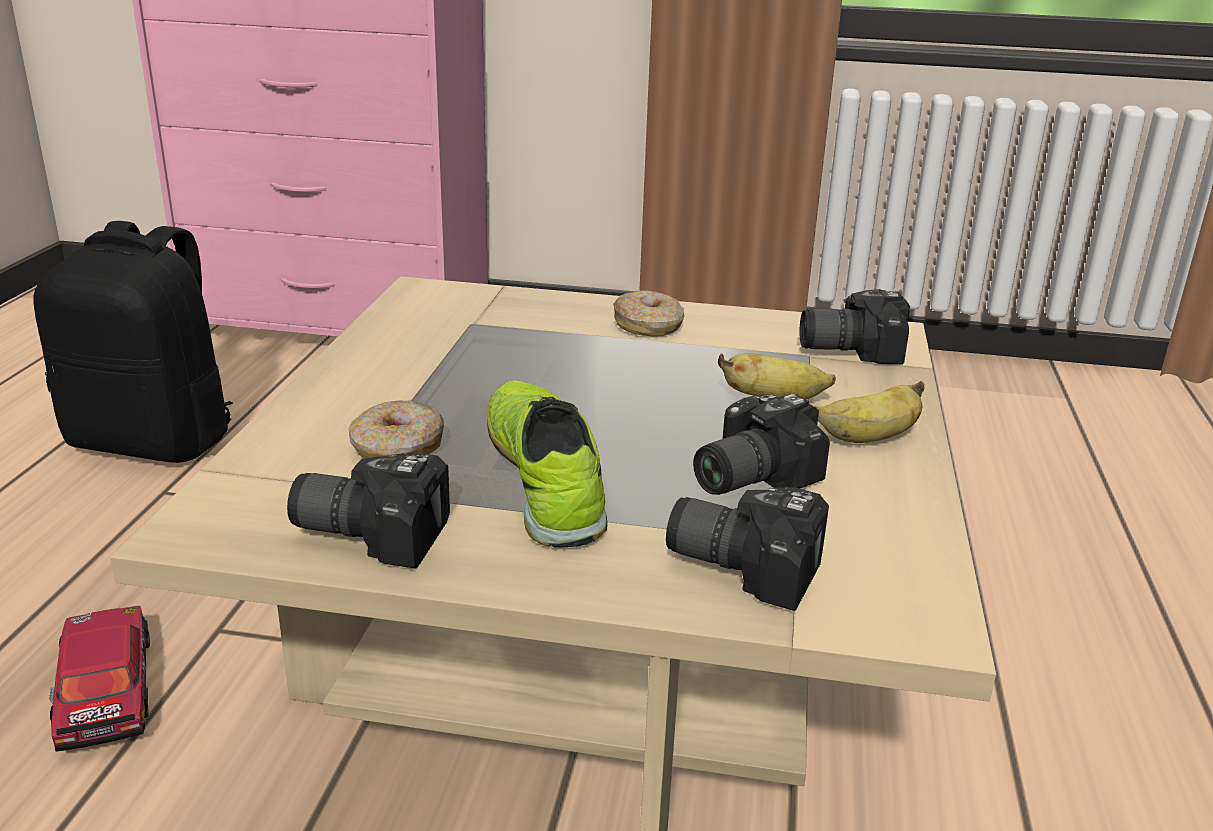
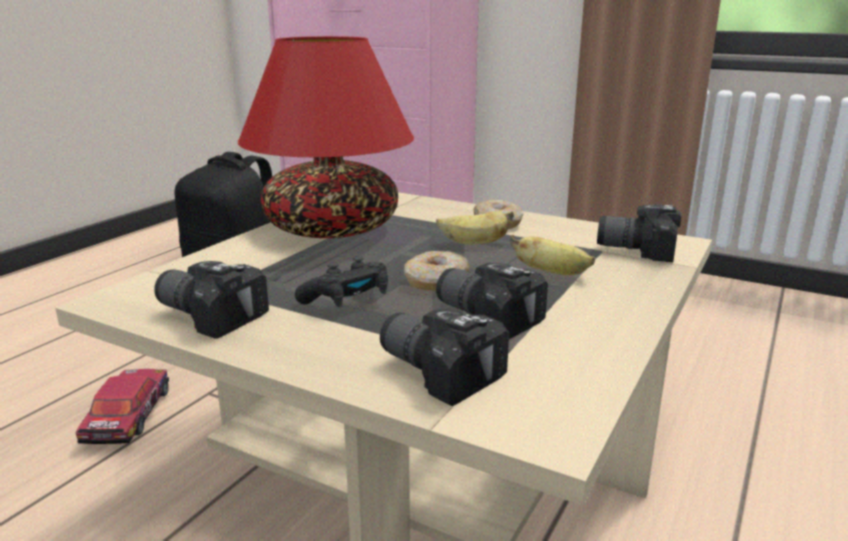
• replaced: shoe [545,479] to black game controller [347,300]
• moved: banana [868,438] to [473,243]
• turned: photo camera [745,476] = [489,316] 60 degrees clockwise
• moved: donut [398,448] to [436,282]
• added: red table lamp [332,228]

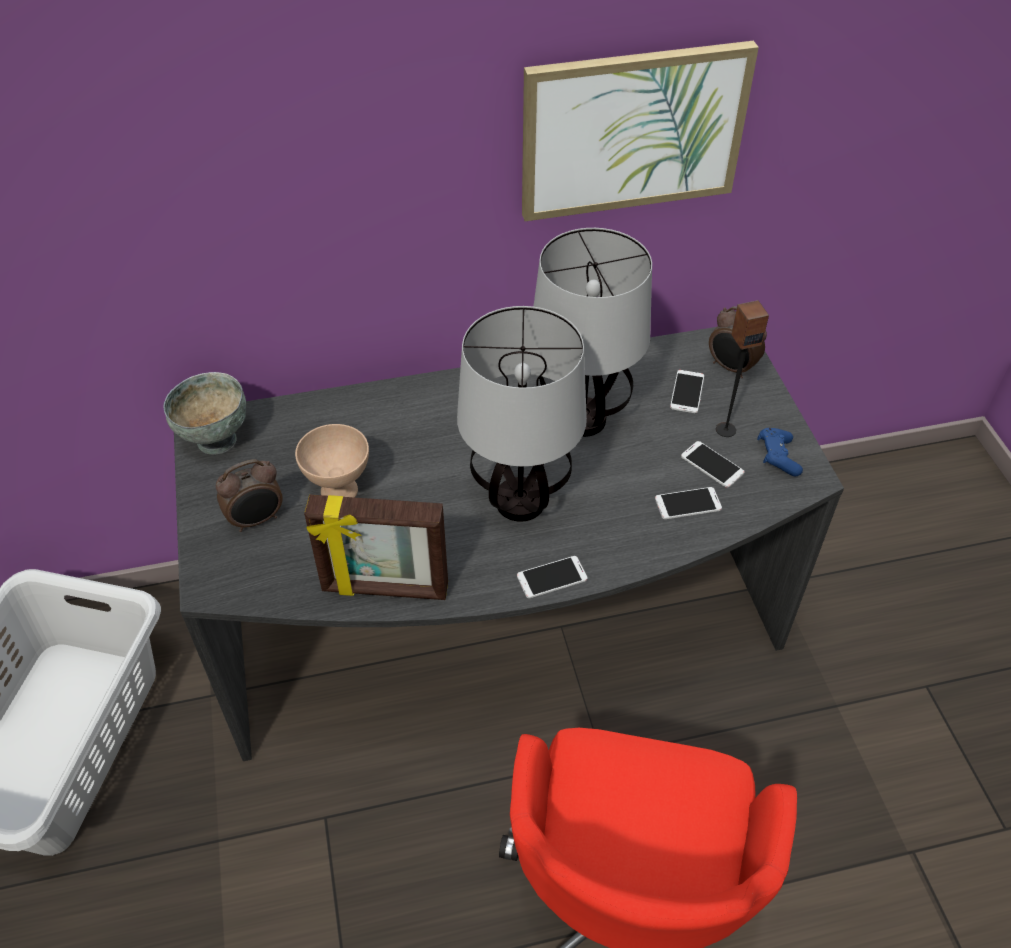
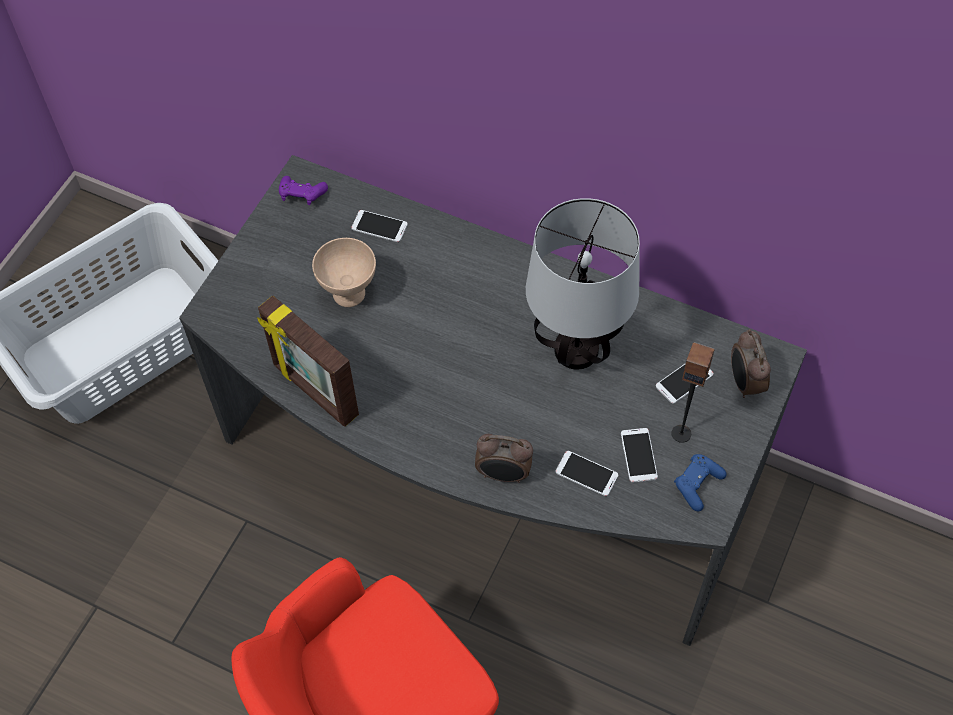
• removed: picture [632,130]
• removed: table lamp [520,503]
• replaced: grey bowl [215,439] to purple game controller [302,196]
• moved: alarm clock [257,520] to [503,474]
• moved: phone [552,577] to [379,226]

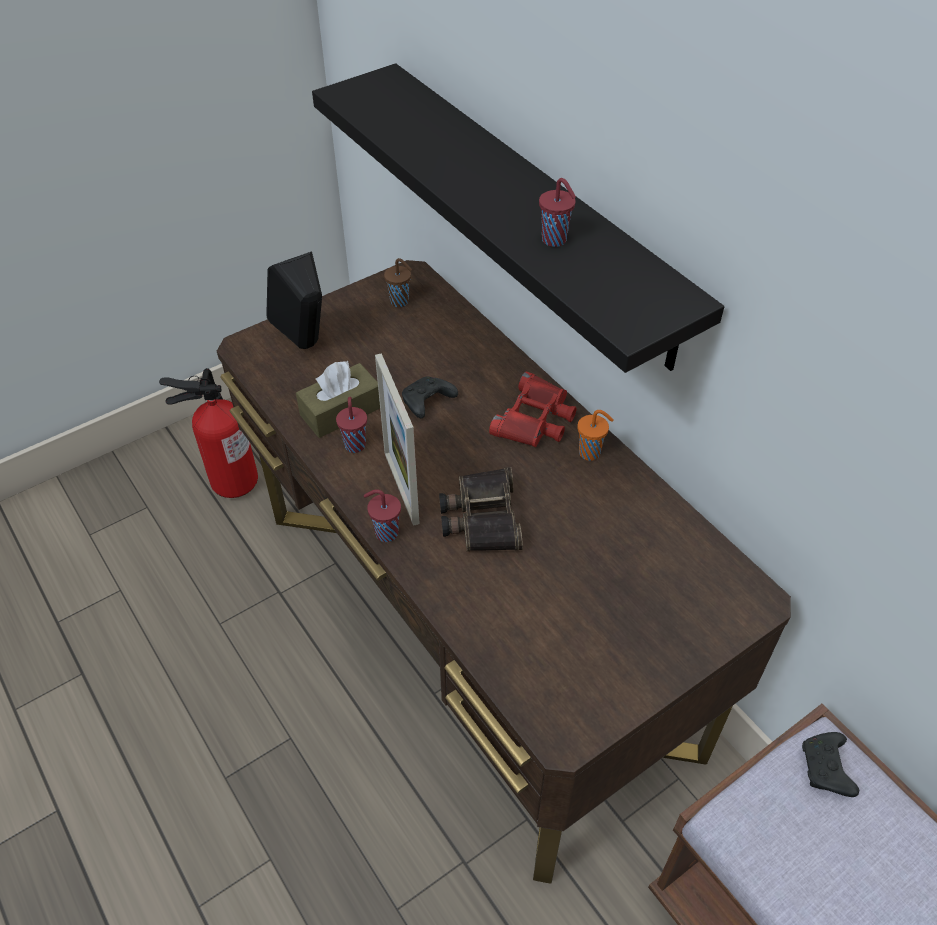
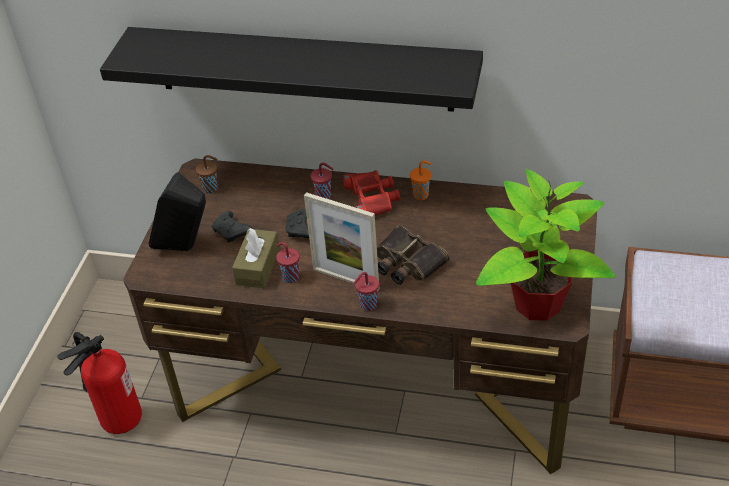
• moved: red cup [555,240] to [324,196]
• moved: black game controller [826,769] to [232,232]
• added: potted plant [536,303]

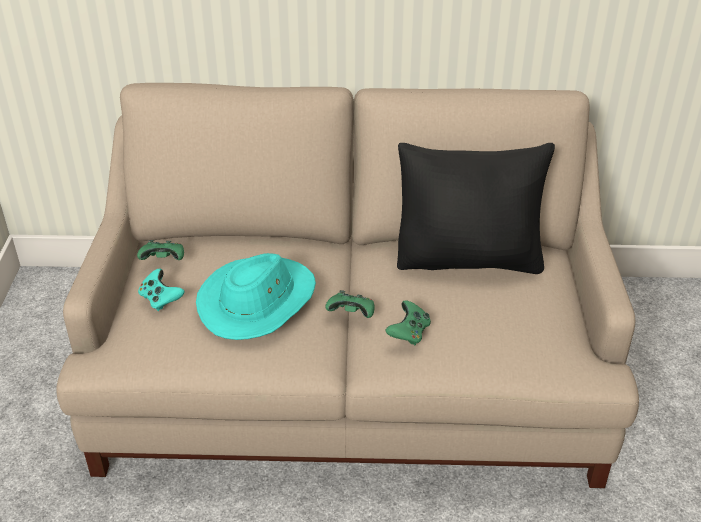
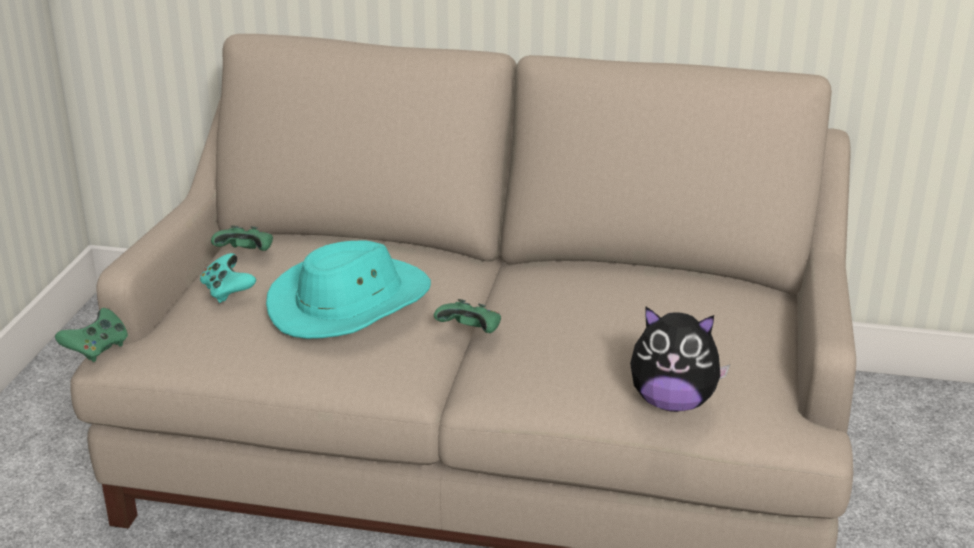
• removed: black pillow [469,259]
• moved: green game controller [409,333] to [97,349]
• added: plush toy [673,402]

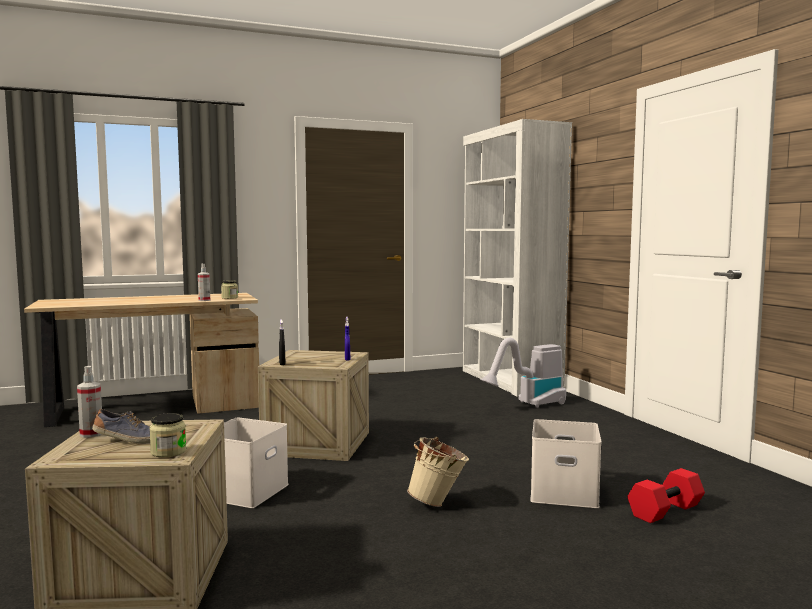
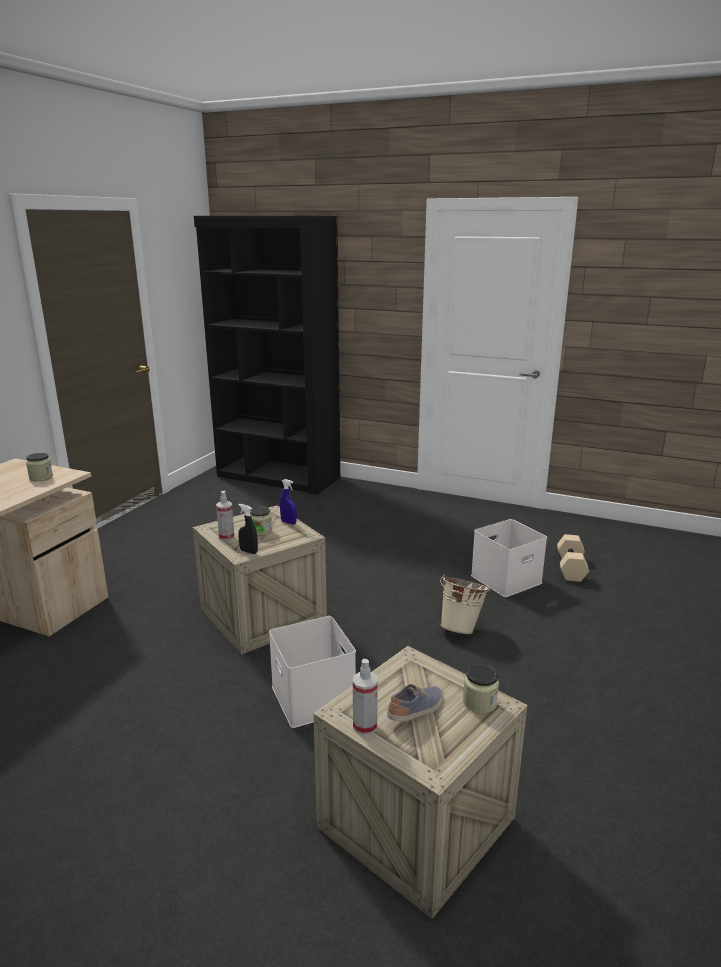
• recoloured: white bookcase [509,380] to black bookcase [278,477]
• moved: spray bottle [204,300] to [226,537]
• removed: vacuum cleaner [528,405]
• recoloured: red dumbbell [666,511] to beige dumbbell [571,568]
• added: jar [261,531]

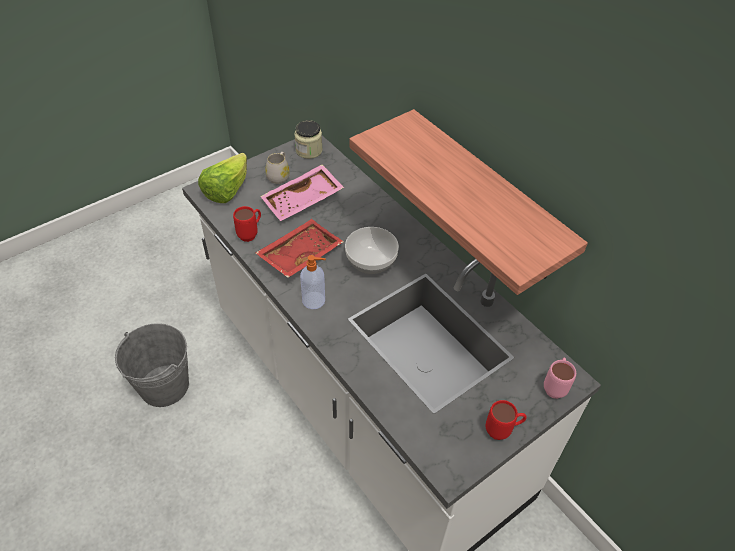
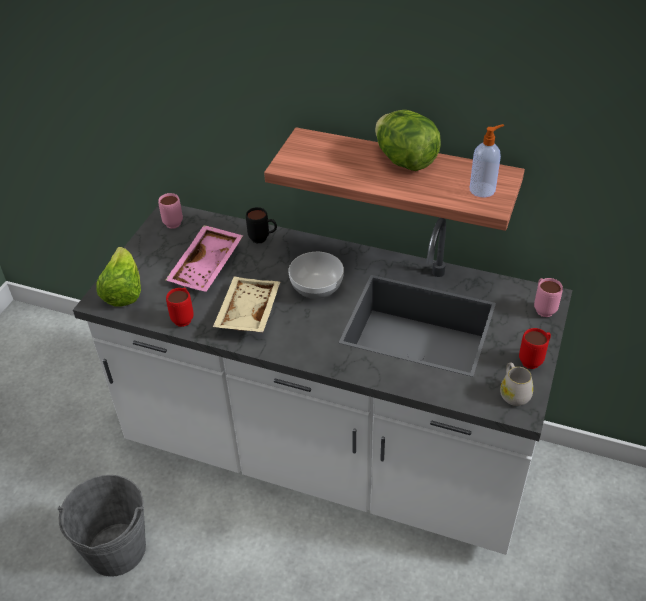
• replaced: jar [309,150] to pink mug [172,221]
• moved: white mug [279,175] to [513,393]
• recoloured: red tray [299,254] to beige tray [247,312]
• moved: soap dispenser [314,300] to [483,189]
• added: lettuce [405,161]
• added: black mug [263,239]

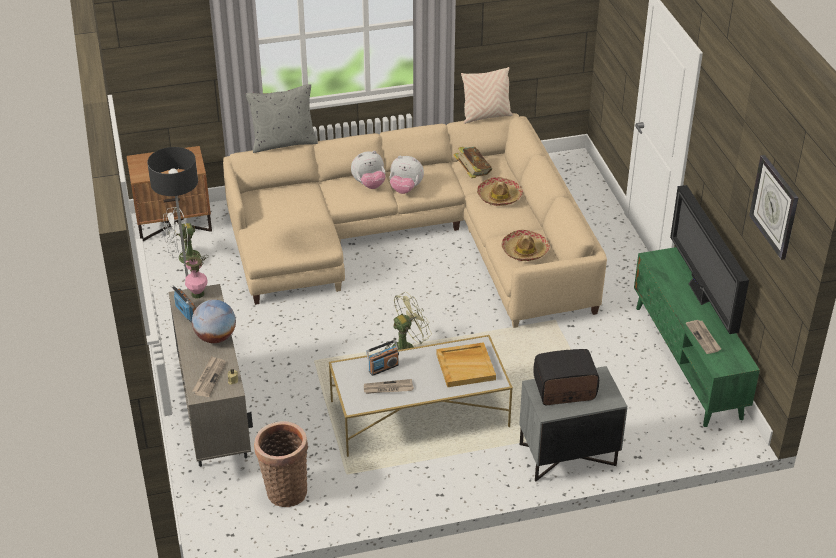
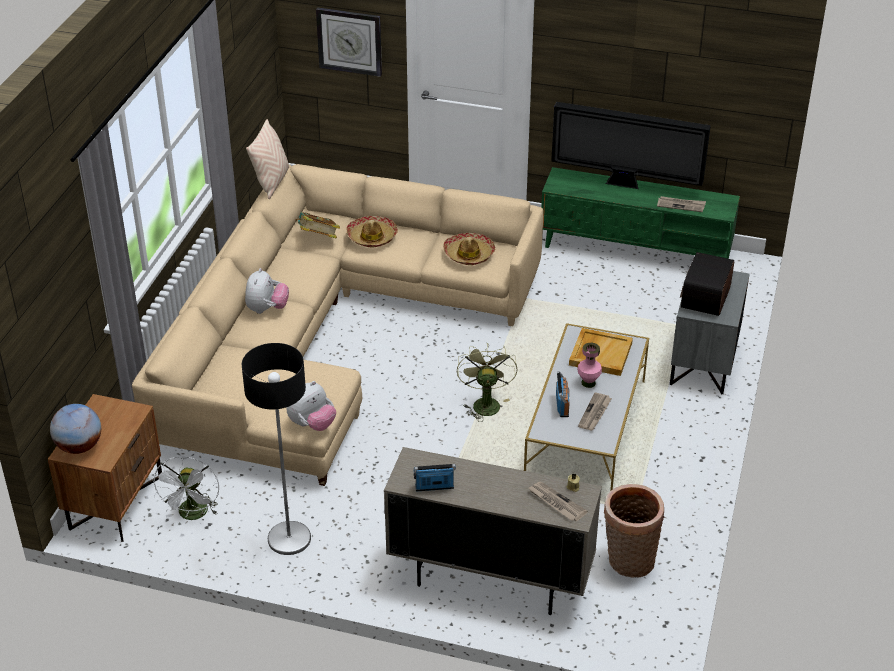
• removed: grey pillow [283,143]
• moved: wall clock [775,206] to [349,41]
• moved: plush toy [405,189] to [312,424]
• moved: pink vase [197,294] to [588,383]
• moved: globe [215,337] to [79,447]

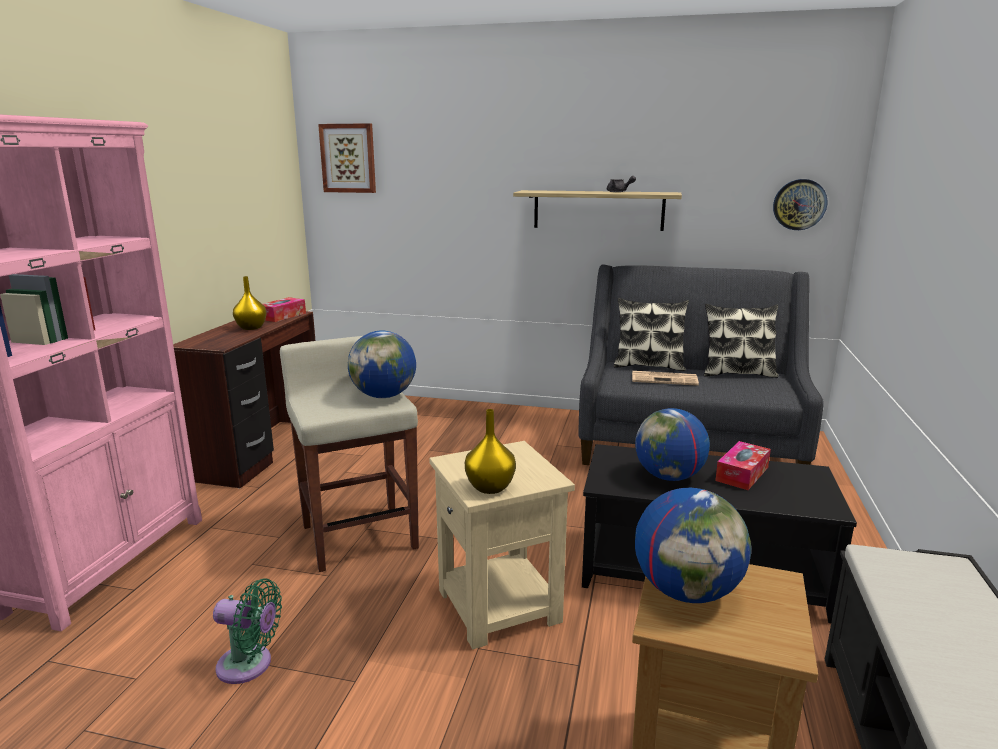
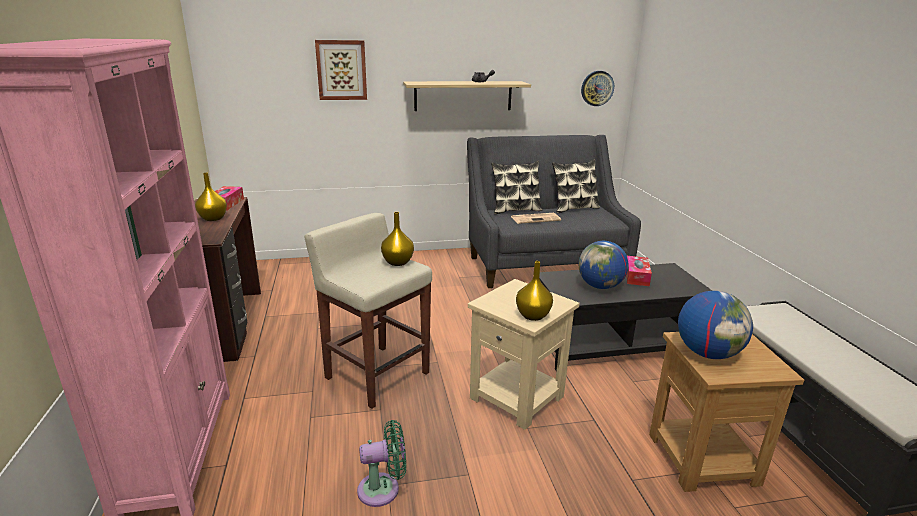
• moved: picture [348,158] to [341,70]
• replaced: globe [384,396] to yellow vase [398,262]

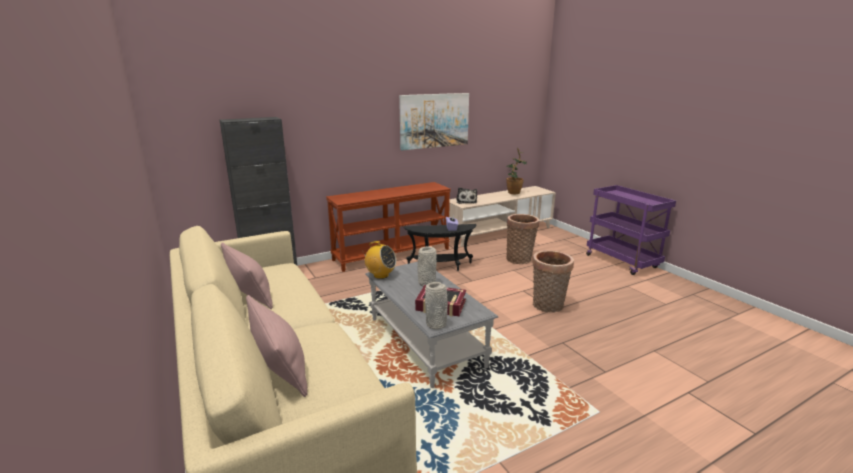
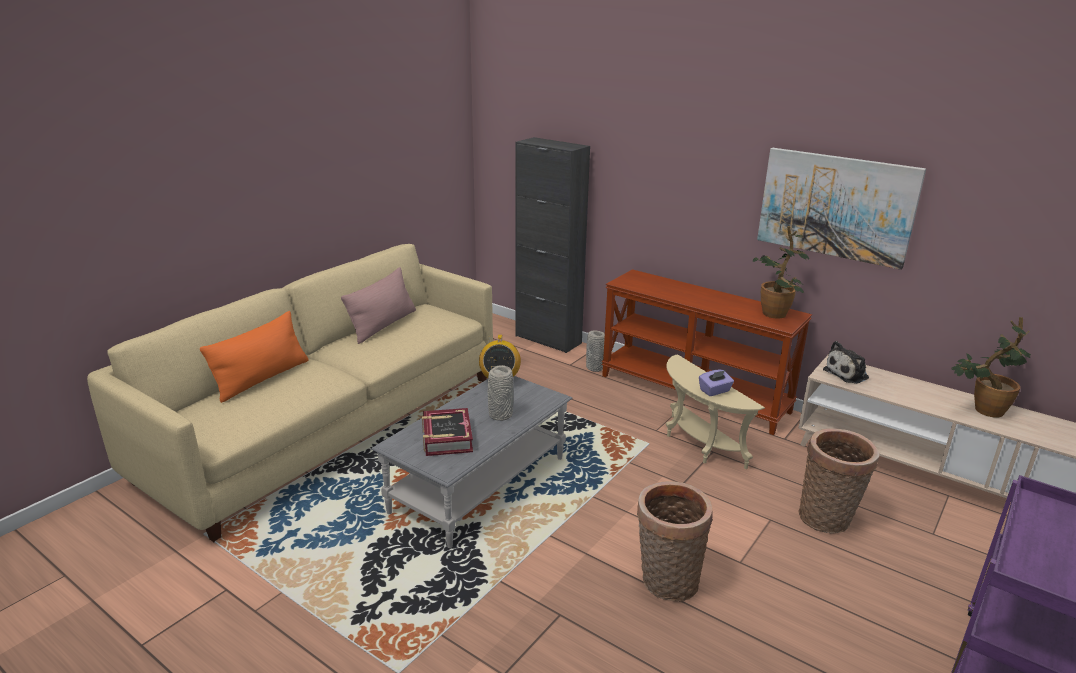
• recoloured: black side table [440,267] to beige side table [697,444]
• moved: grey vase [437,324] to [595,368]
• recoloured: pink pillow [280,366] to orange pillow [262,379]
• added: potted plant [774,316]

